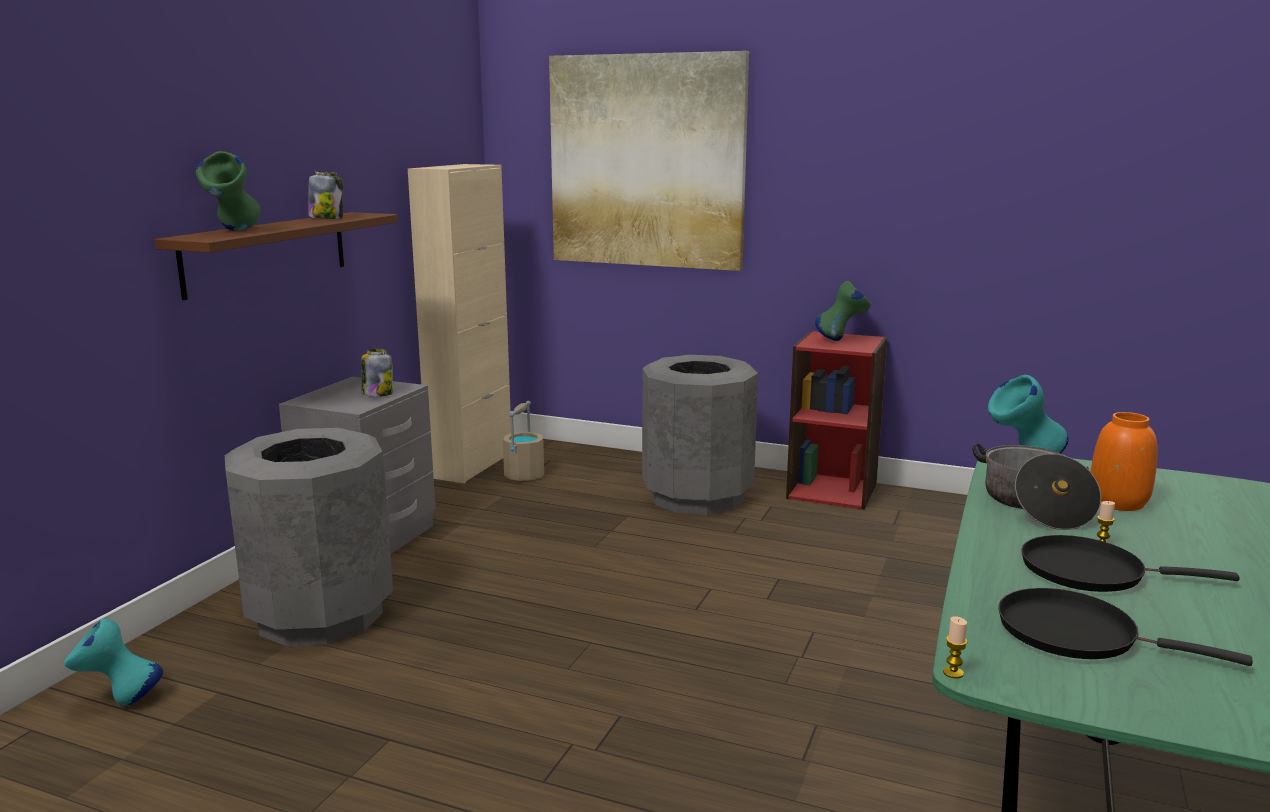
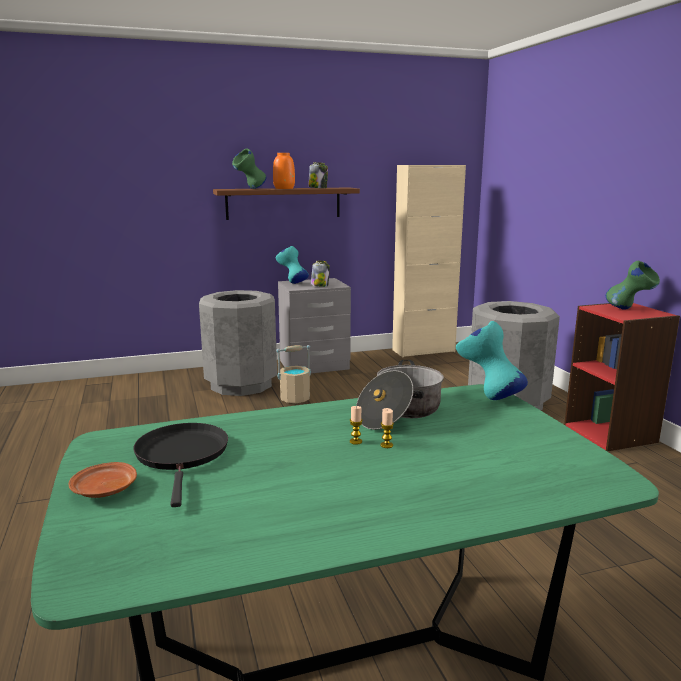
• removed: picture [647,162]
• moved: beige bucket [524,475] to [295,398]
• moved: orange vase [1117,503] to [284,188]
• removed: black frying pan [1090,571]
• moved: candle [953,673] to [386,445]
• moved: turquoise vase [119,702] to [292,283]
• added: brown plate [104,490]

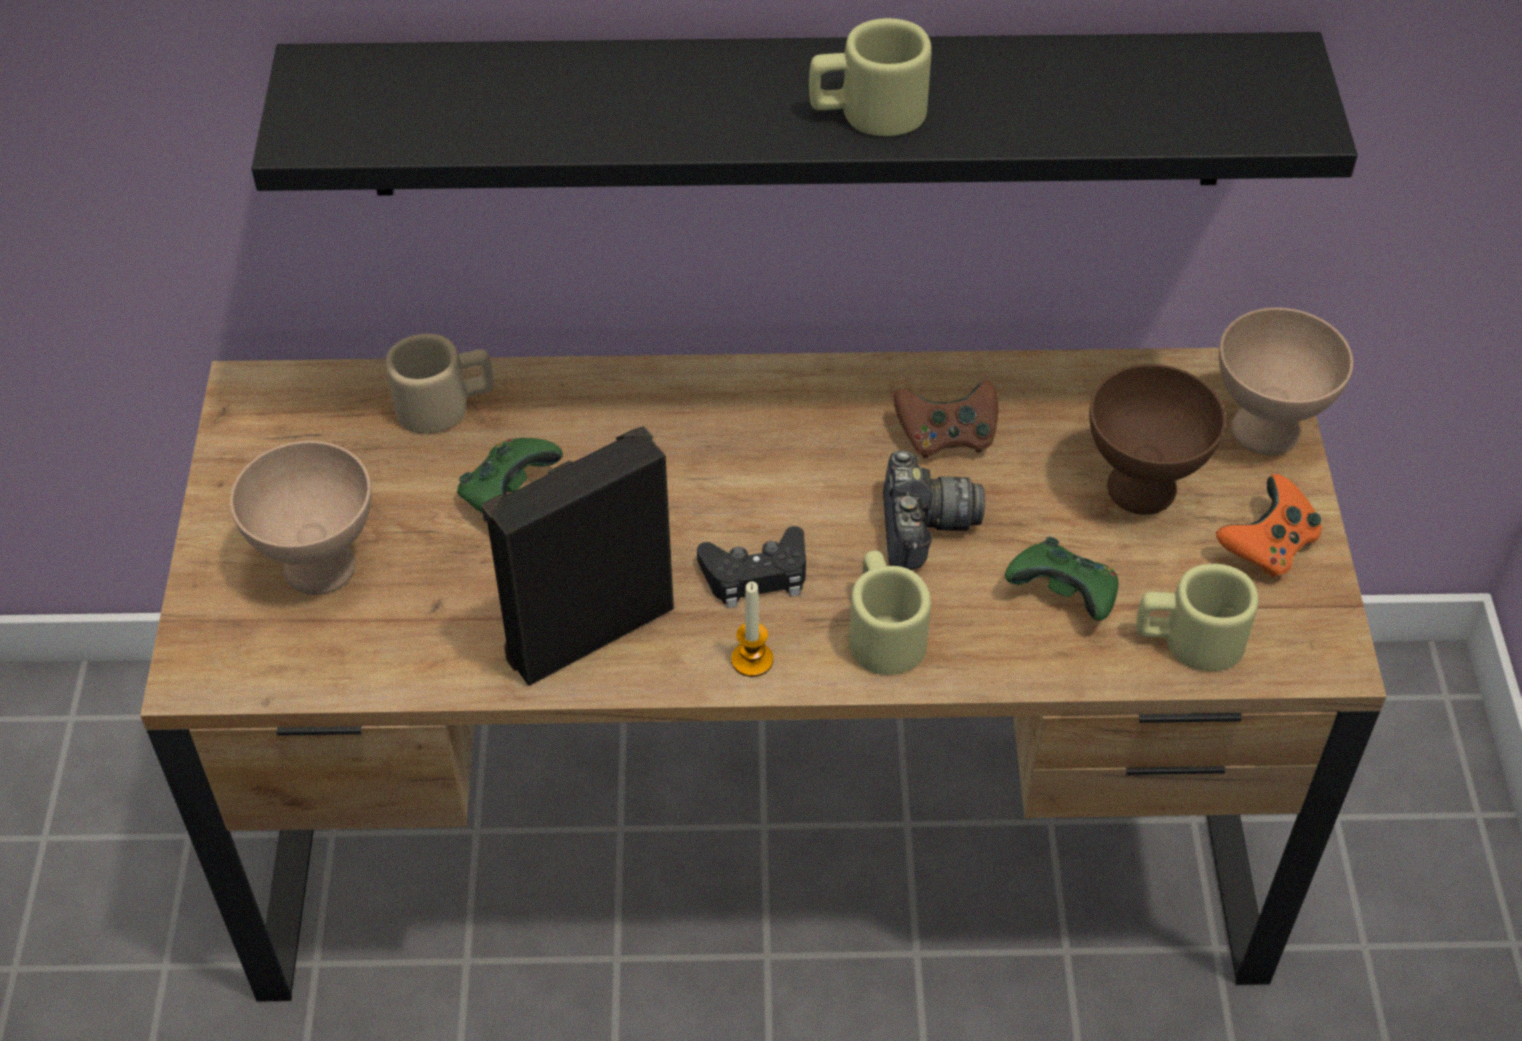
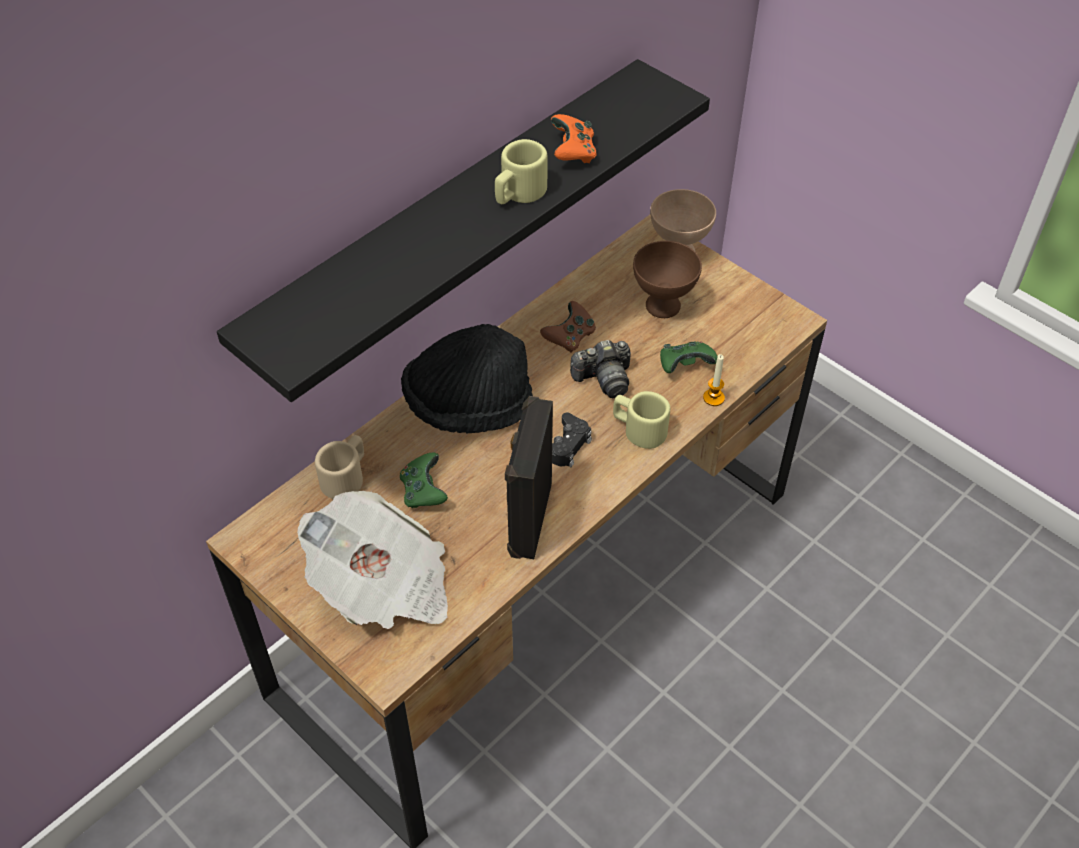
• replaced: beige bowl [322,569] to newspaper [383,585]
• turned: photo camera [922,527] = [604,379] 120 degrees clockwise
• moved: orange game controller [1267,546] to [573,153]
• removed: beige mug [1188,640]
• moved: candle [752,660] to [713,398]
• added: black hat [468,406]

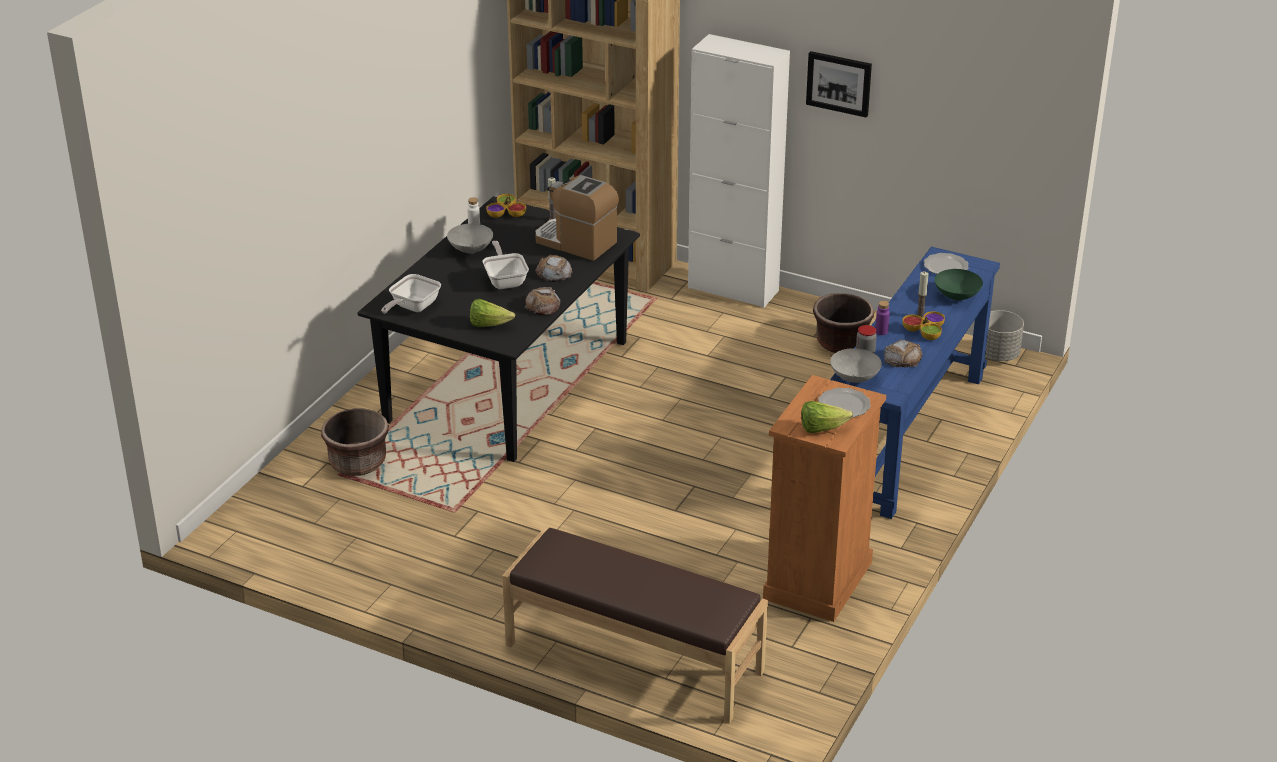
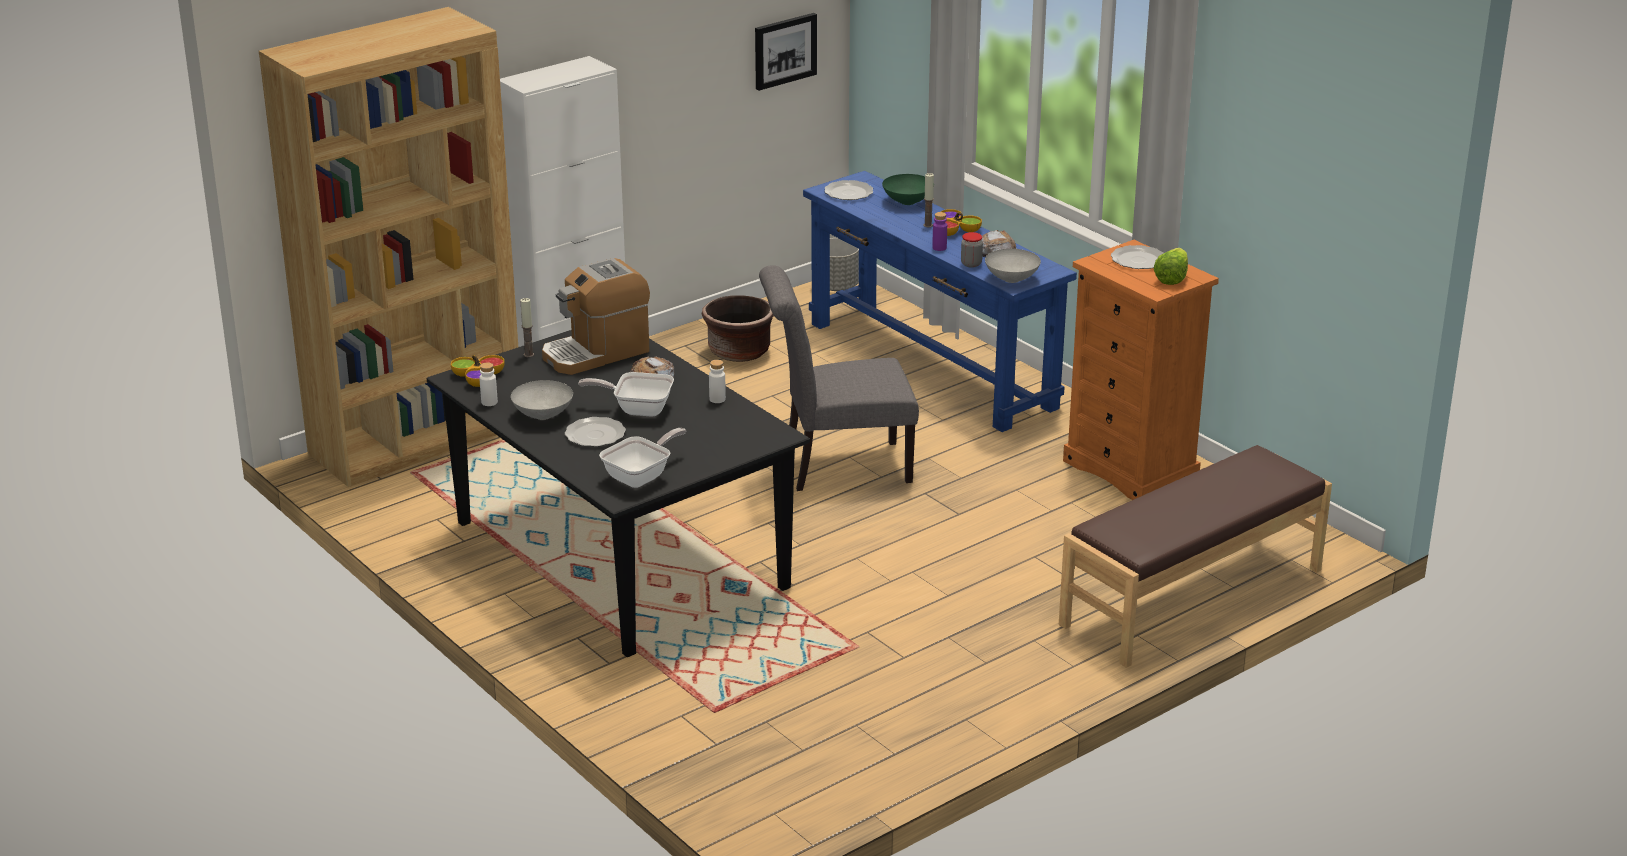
• moved: picture [839,83] to [784,50]
• turned: frying pan [412,308] = [642,476] 105 degrees counterclockwise
• replaced: bread [543,306] to white bottle [717,399]
• removed: lettuce [489,325]
• removed: brown planter [358,463]
• added: grey chair [837,467]
• added: plate [595,434]

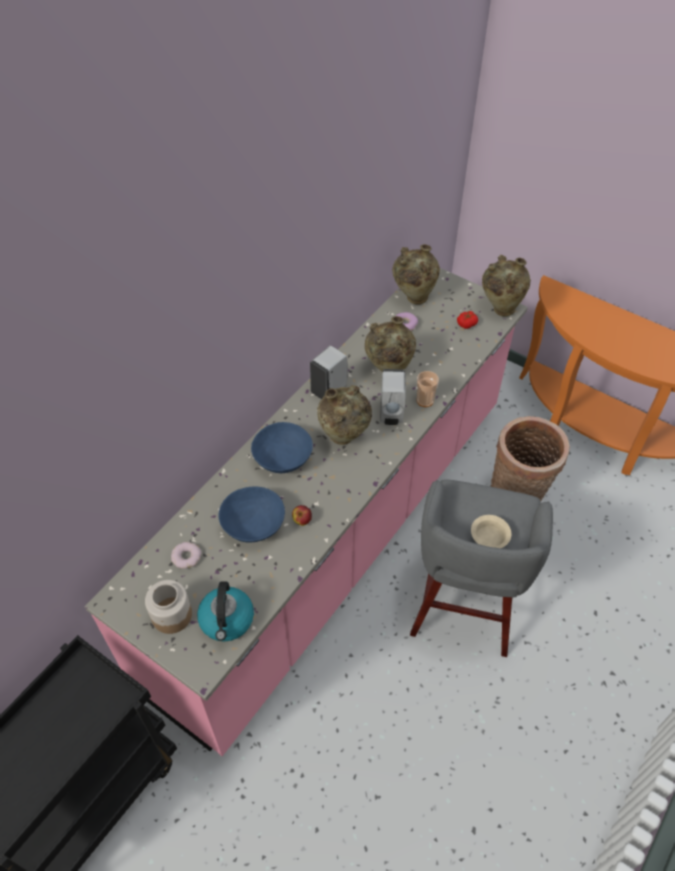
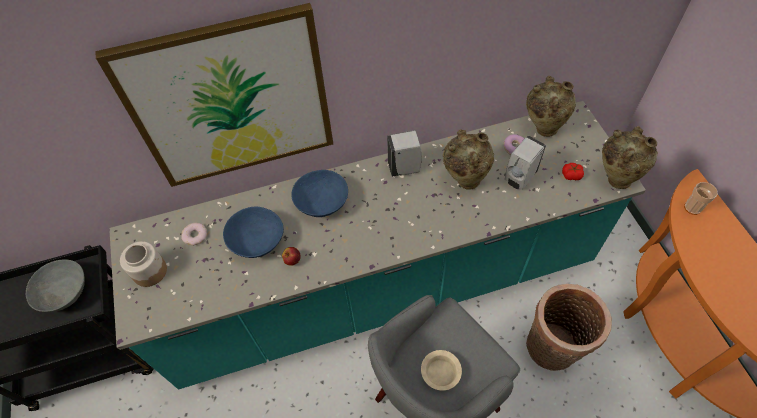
• recoloured: pink counter [337,538] to turquoise counter [383,288]
• moved: white soap dispenser [391,414] to [519,179]
• moved: cup [425,400] to [692,208]
• removed: beige vase [344,439]
• removed: kettle [227,620]
• added: picture [232,101]
• added: grey bowl [65,293]

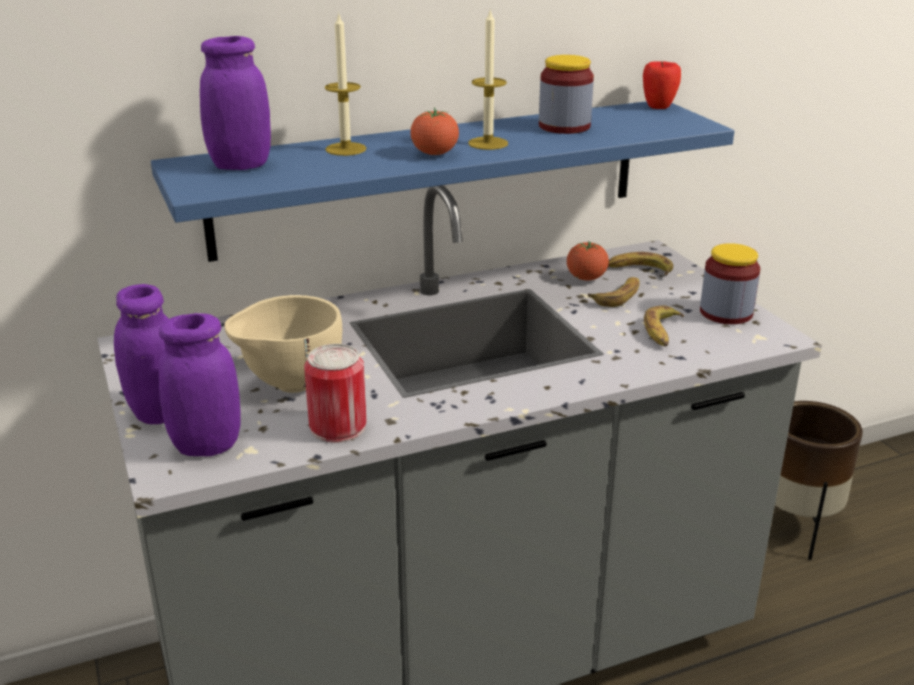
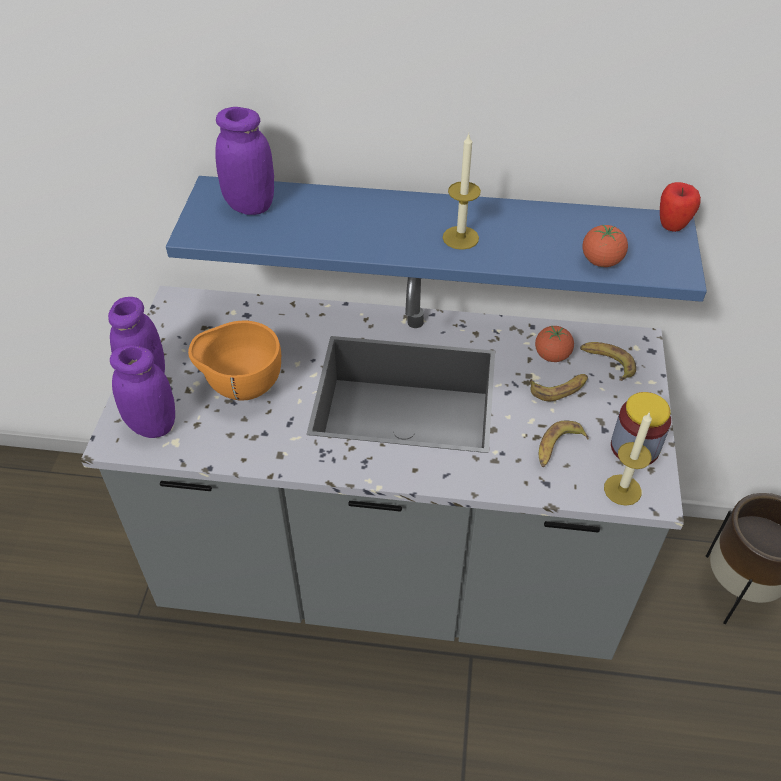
• moved: candle [346,149] to [622,490]
• removed: jar [564,126]
• moved: tomato [434,154] to [601,261]
• recoloured: beige bowl [289,385] to orange bowl [242,388]
• removed: can [338,427]

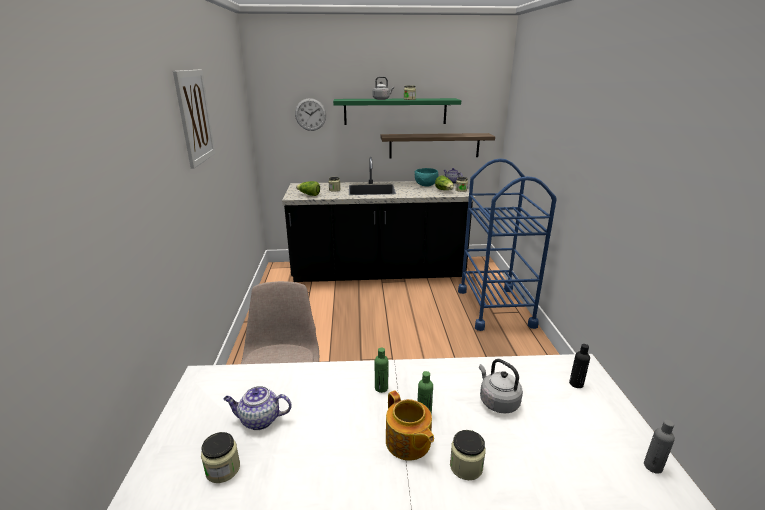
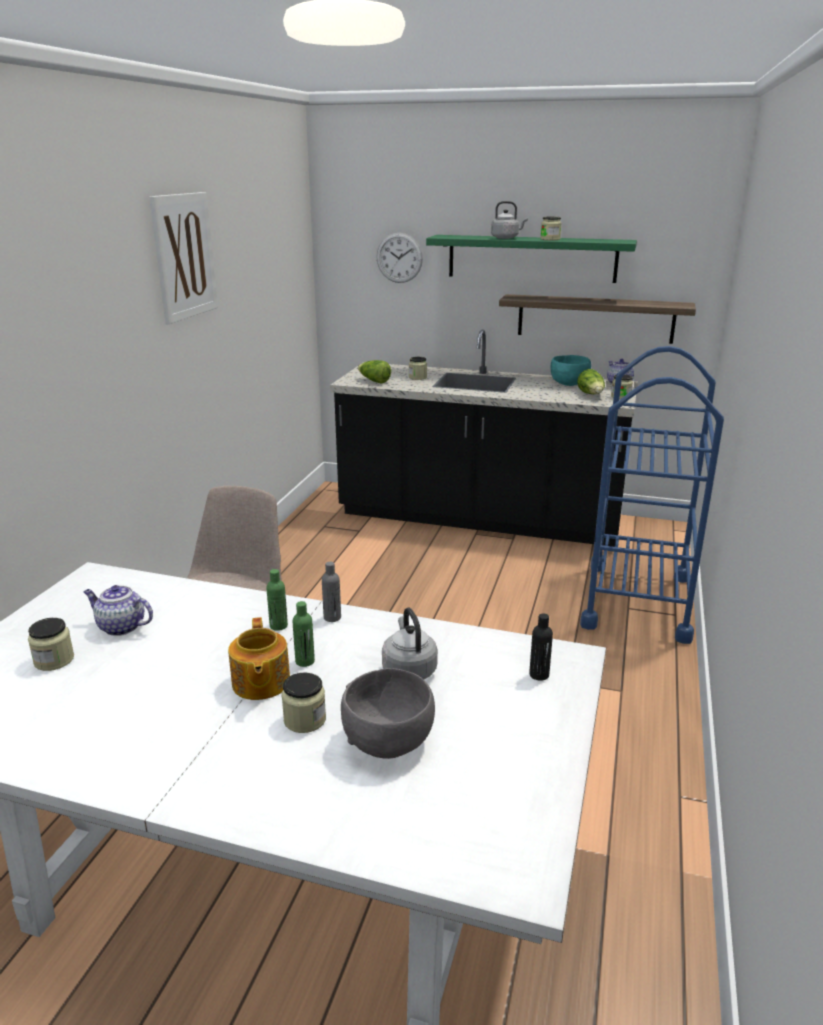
• moved: grey bottle [653,466] to [332,617]
• added: grey bowl [389,740]

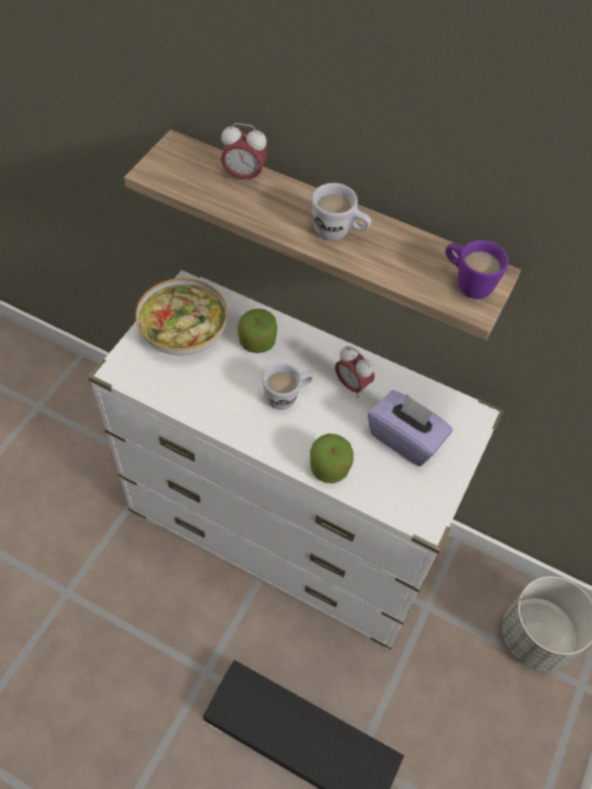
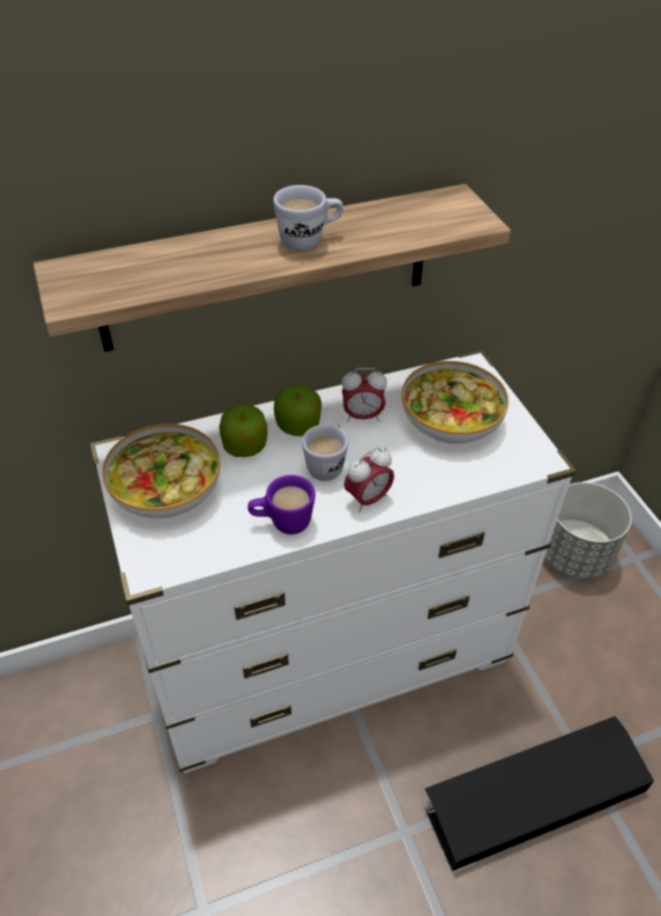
• moved: alarm clock [244,176] to [368,499]
• moved: purple mug [467,282] to [282,523]
• replaced: purple tissue box [405,438] to bowl [450,419]
• moved: apple [329,468] to [298,425]

